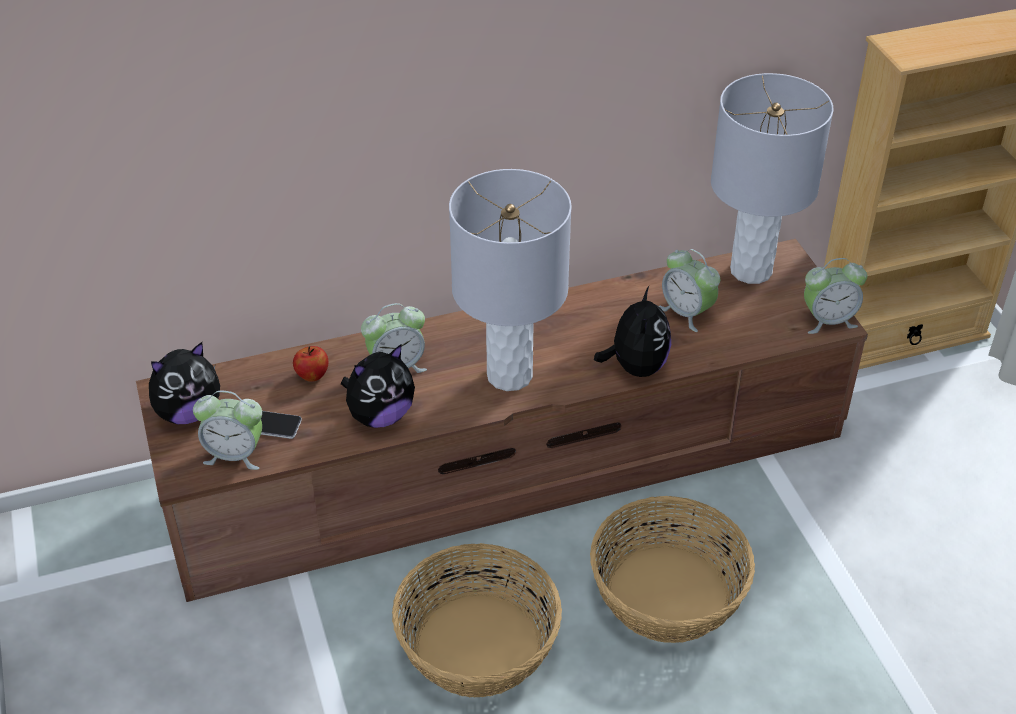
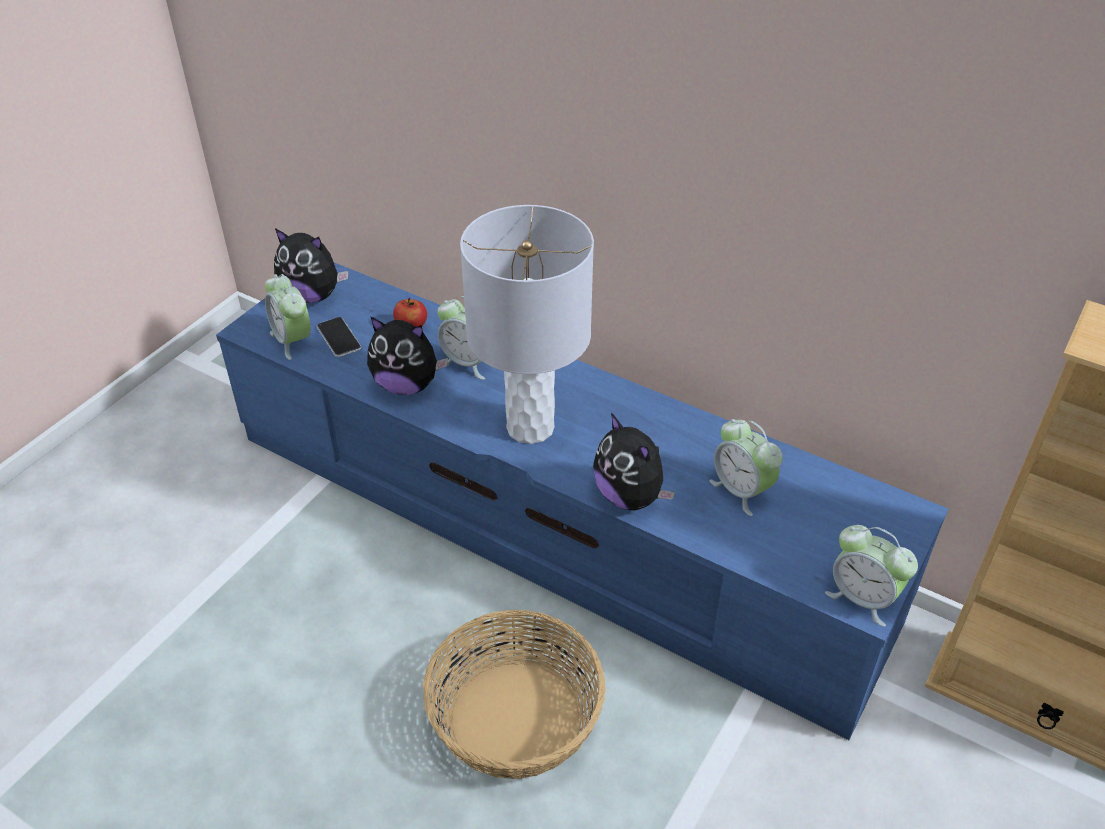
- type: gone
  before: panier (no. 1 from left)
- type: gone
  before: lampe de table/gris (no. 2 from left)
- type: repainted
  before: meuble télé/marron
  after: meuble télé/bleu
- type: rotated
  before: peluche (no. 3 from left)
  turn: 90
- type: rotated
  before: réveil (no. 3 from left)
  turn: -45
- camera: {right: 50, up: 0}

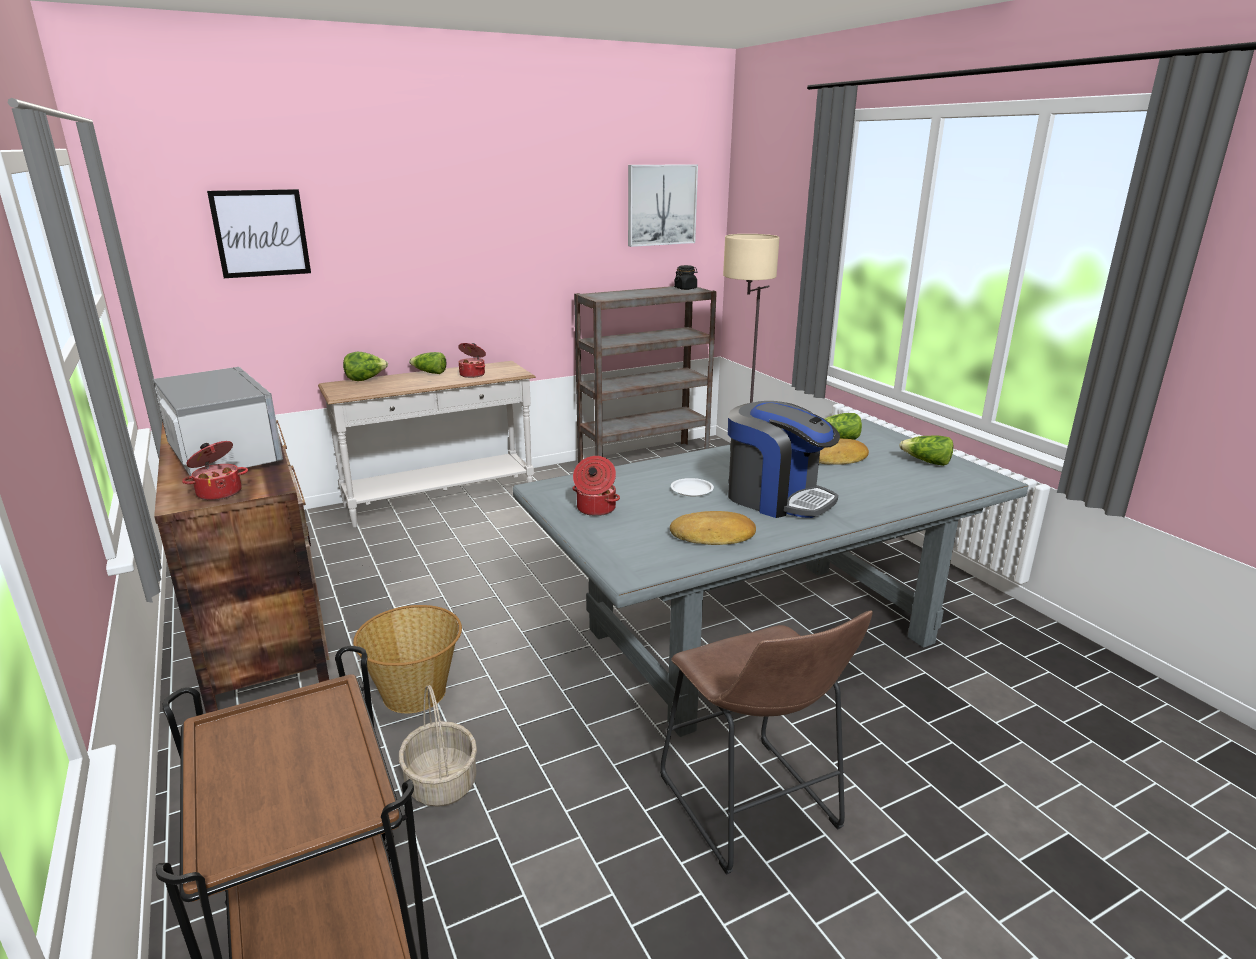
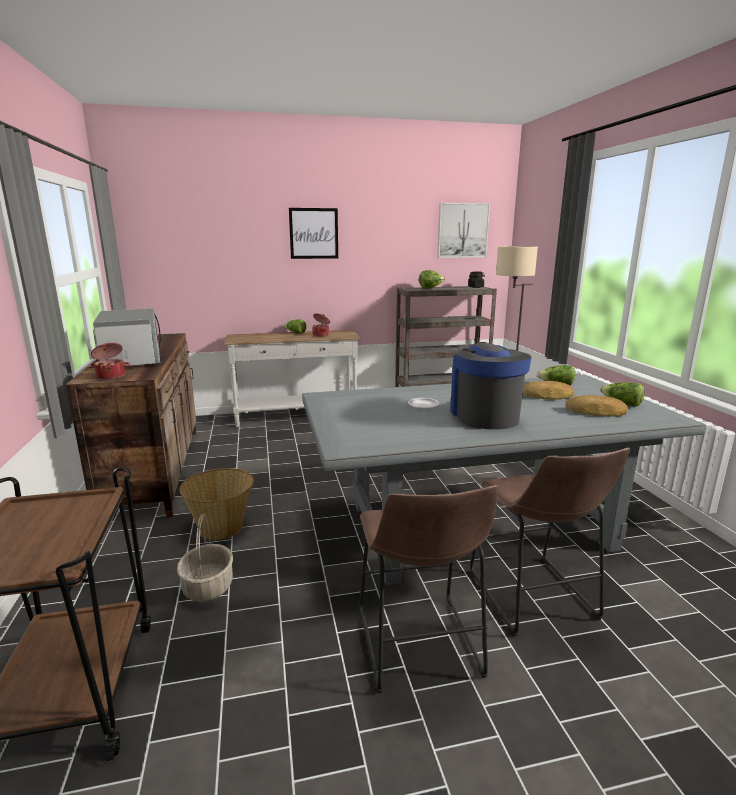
- type: gone
  before: marmite (no. 3 from left)
- type: new
  after: tabouret/marron (no. 2 from left)
- type: shifted
  before: tableau (no. 1 from left)
- type: shifted
  before: laitue (no. 1 from left in the first image)
  after: laitue (no. 2 from left)
- type: shifted
  before: pain (no. 1 from left in the first image)
  after: pain (no. 2 from left)
- type: rotated
  before: machine à café
  turn: -150
- camera: {right: 15, up: -5}

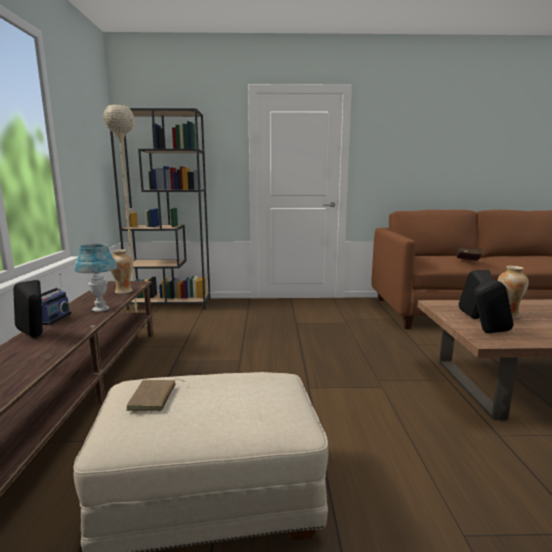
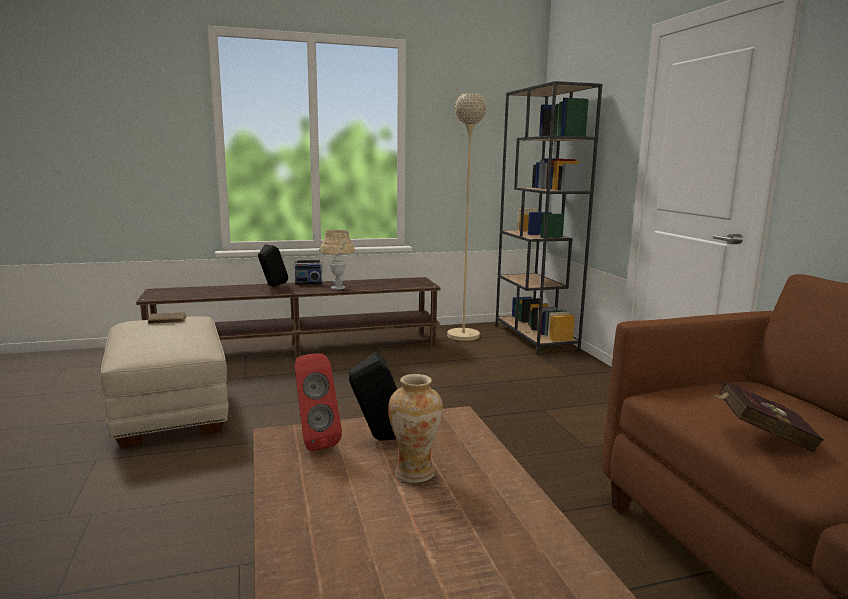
- type: gone
  before: vase (no. 1 from left)
- type: repainted
  before: lampe de table/bleu
  after: lampe de table/beige
- type: repainted
  before: enceinte/noir (no. 3 from left)
  after: enceinte/rouge
- camera: {right: 75, up: 0}

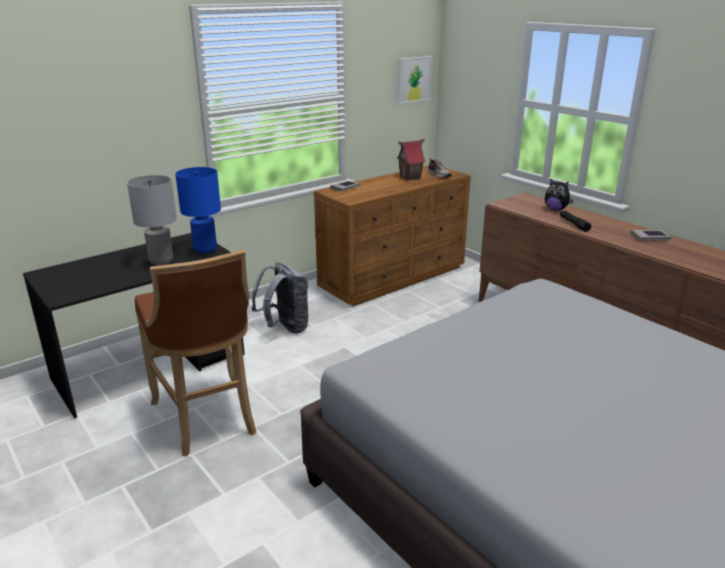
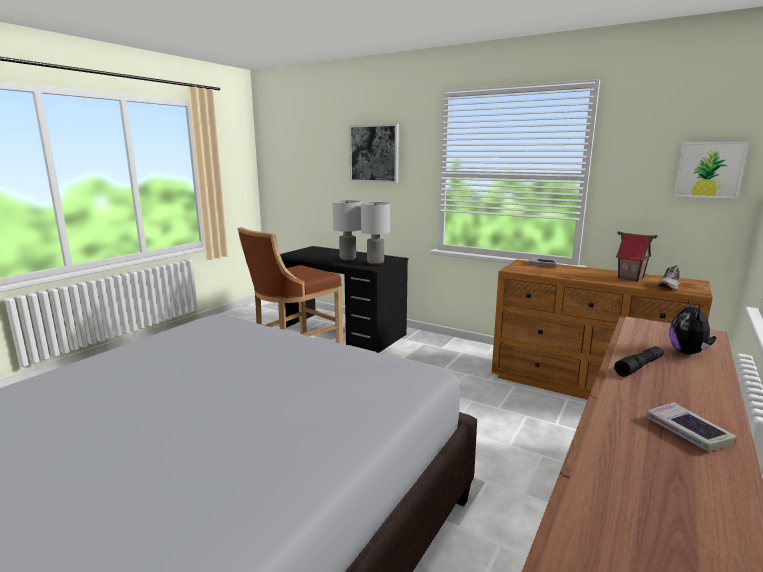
- type: gone
  before: sac à dos/gris
- type: new
  after: tableau (no. 1 from left)
- type: repainted
  before: lampe de table/bleu
  after: lampe de table/gris (no. 2 from left)
- camera: {right: 70, up: -10}

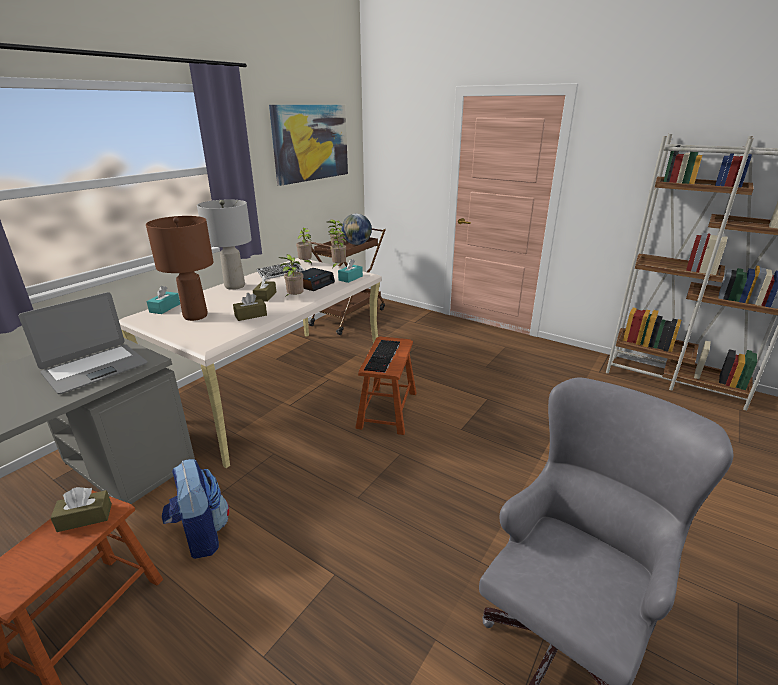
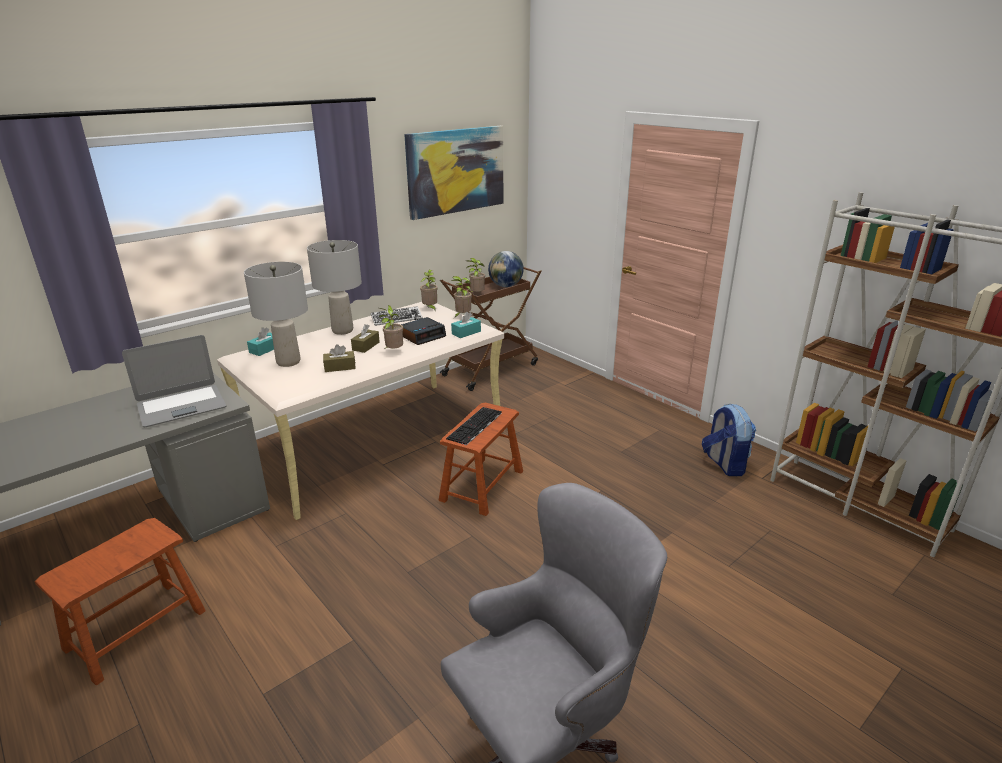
- type: gone
  before: boîte à mouchoirs/marron (no. 1 from left)
- type: shifted
  before: sac à dos
- type: repainted
  before: lampe de table/marron
  after: lampe de table/gris (no. 1 from left)
- camera: {right: 15, up: 0}

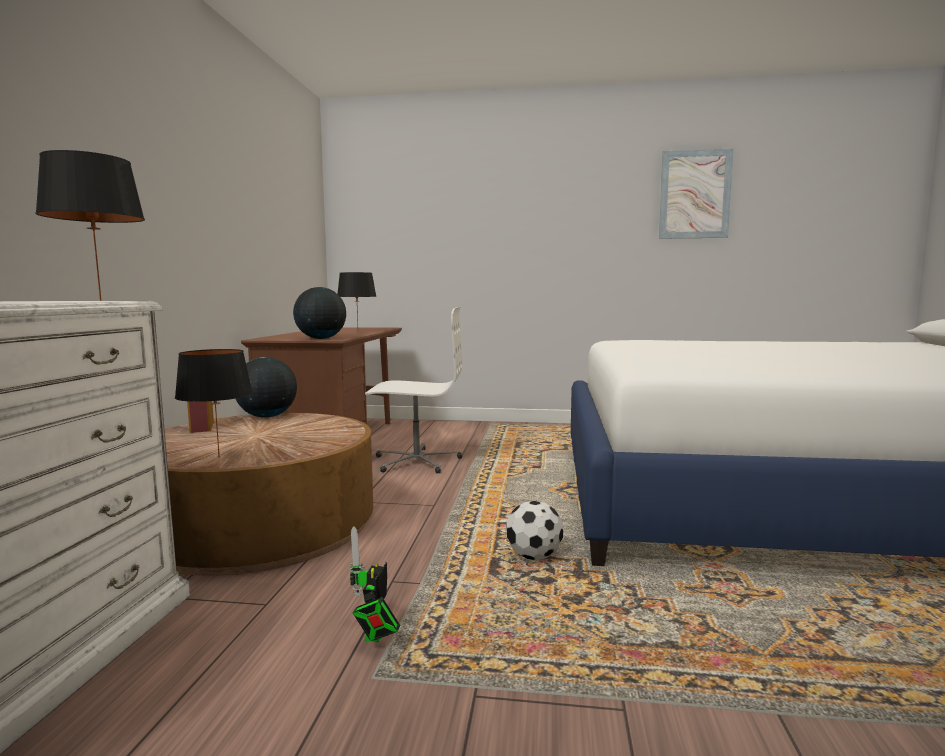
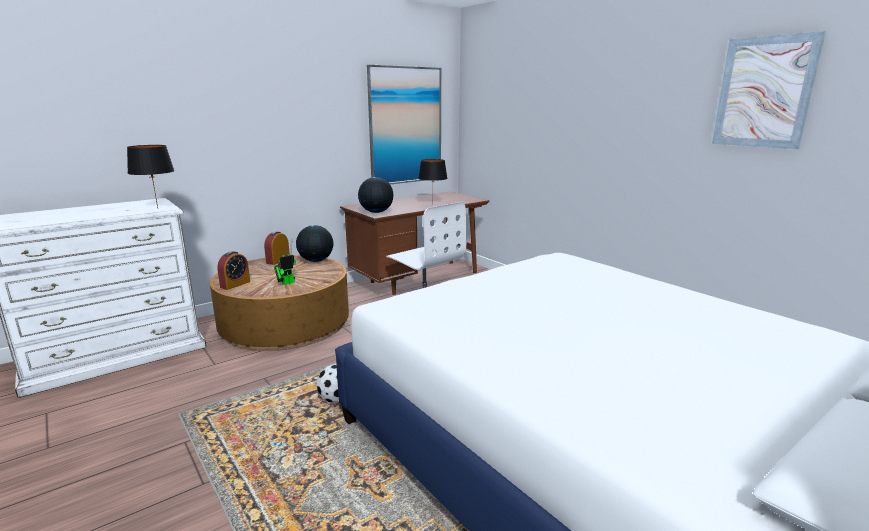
- type: new
  after: tableau (no. 1 from left)
- type: shifted
  before: robot jouet
- type: swapped
  before: lampe de table/noir (no. 2 from left)
  after: réveil (no. 1 from left)
- camera: {right: 45, up: 10}

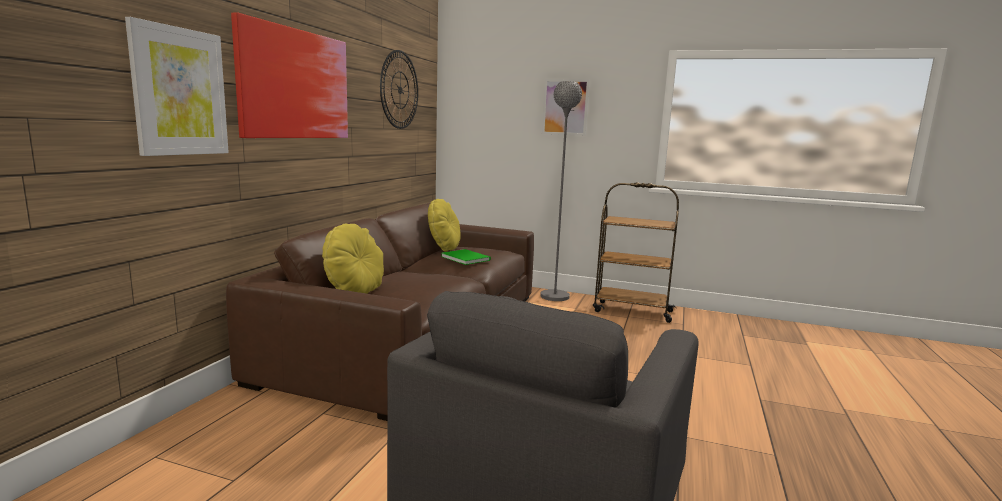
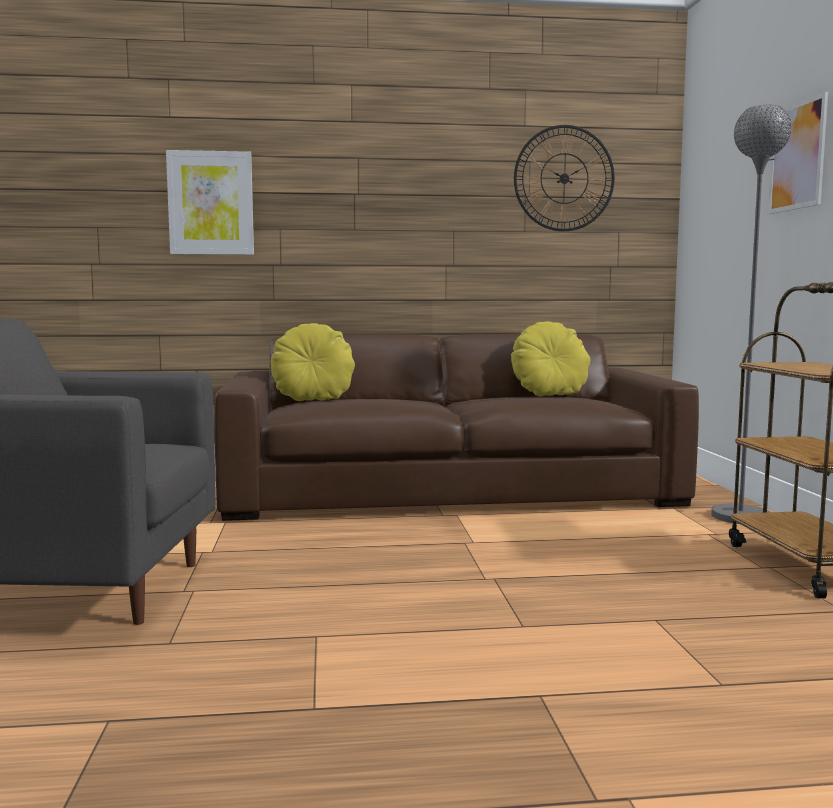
- type: gone
  before: tableau (no. 2 from left)
- type: gone
  before: livre/vert
- camera: {right: 65, up: -5}

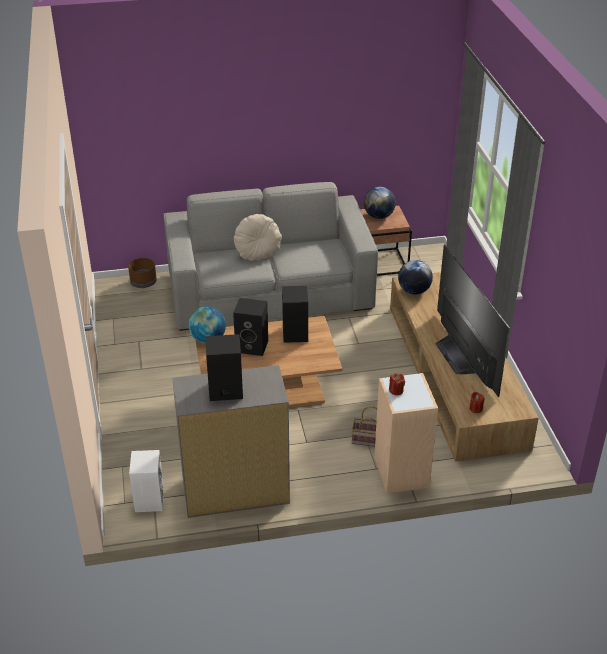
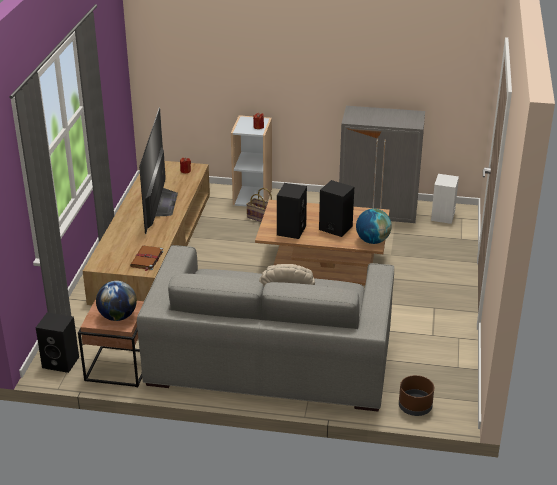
- type: shifted
  before: enceinte/noir (no. 1 from left)
- type: swapped
  before: globe (no. 3 from left)
  after: livre/marron
- camera: {right: -160, up: -5}

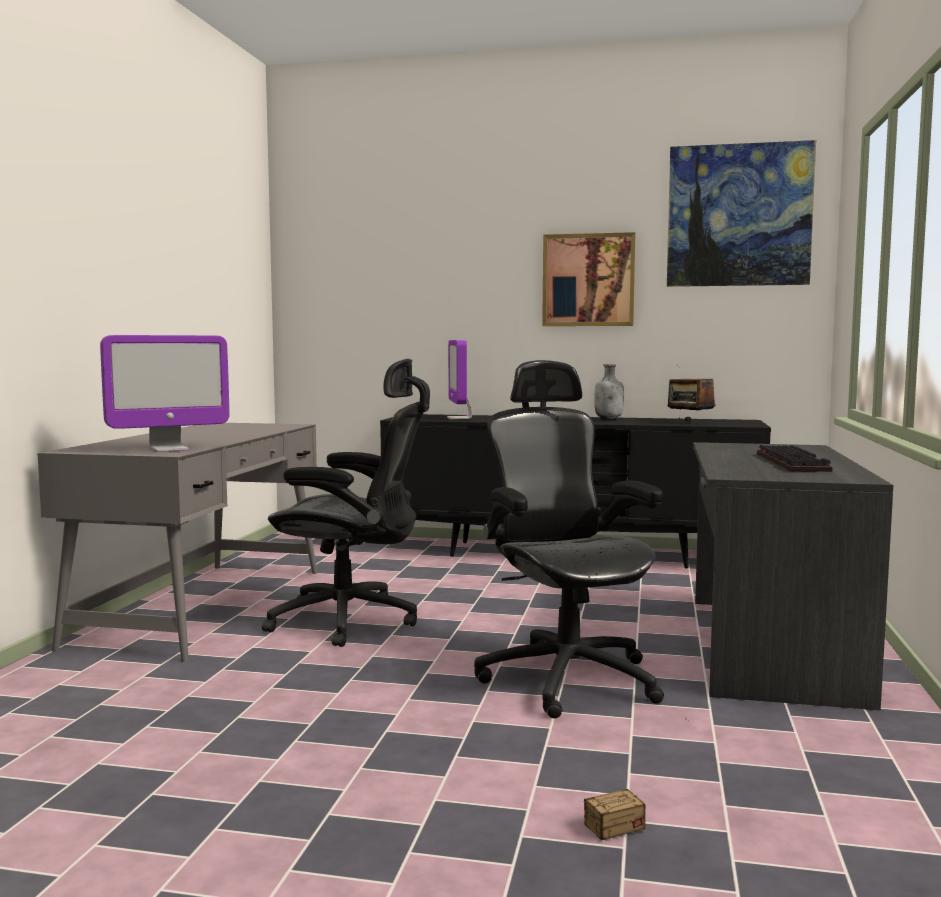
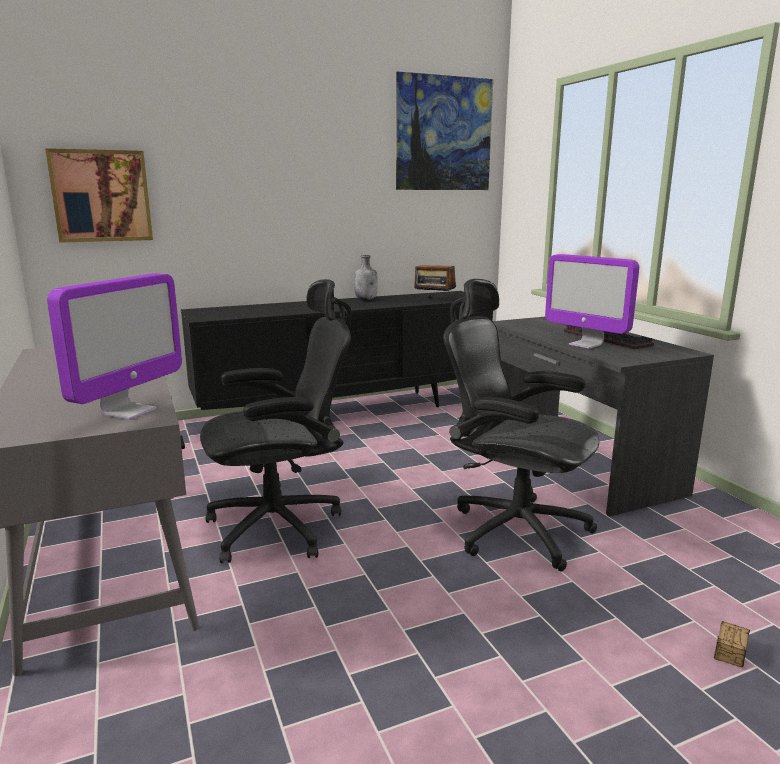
- type: shifted
  before: écran d'ordinateur (no. 2 from left)
- type: shifted
  before: tableau (no. 1 from left)
- camera: {right: -35, up: 10}

